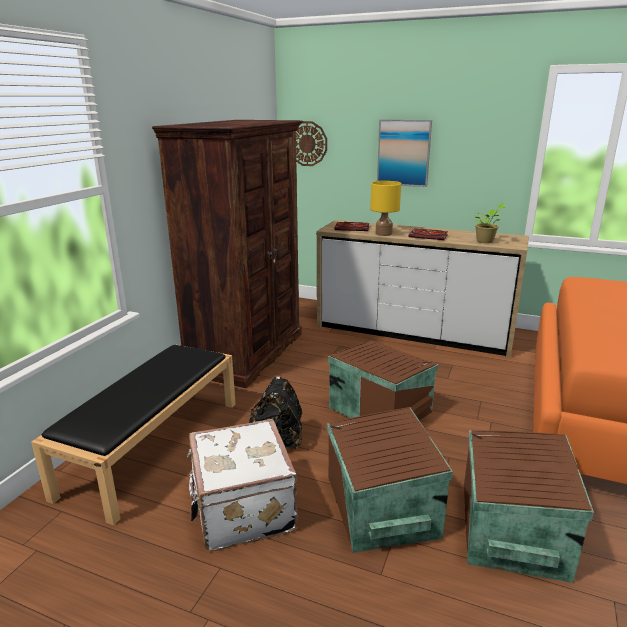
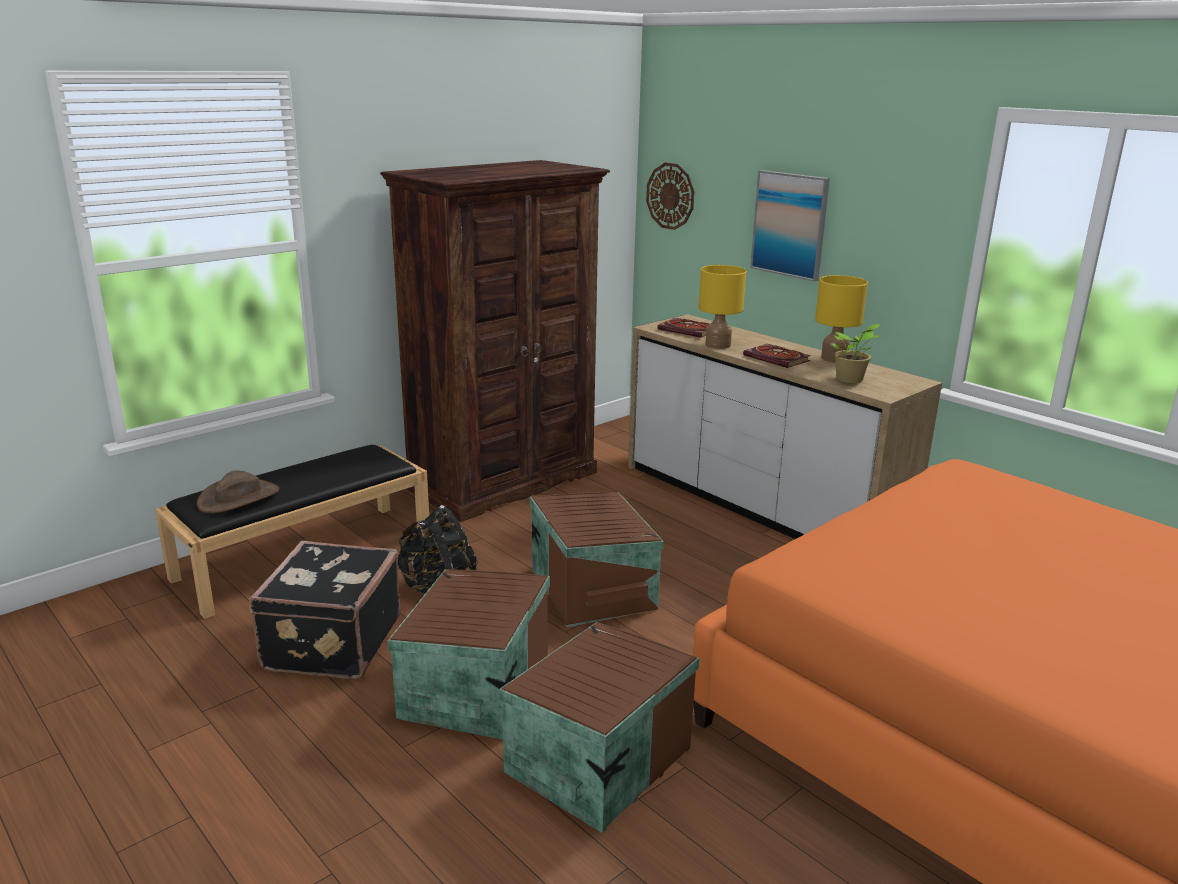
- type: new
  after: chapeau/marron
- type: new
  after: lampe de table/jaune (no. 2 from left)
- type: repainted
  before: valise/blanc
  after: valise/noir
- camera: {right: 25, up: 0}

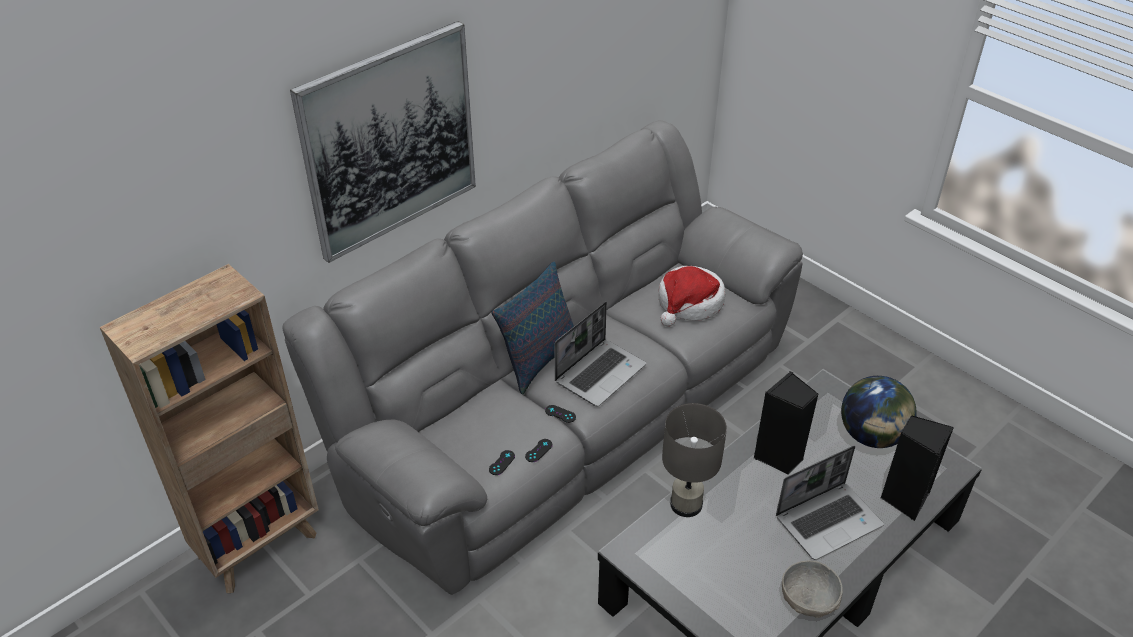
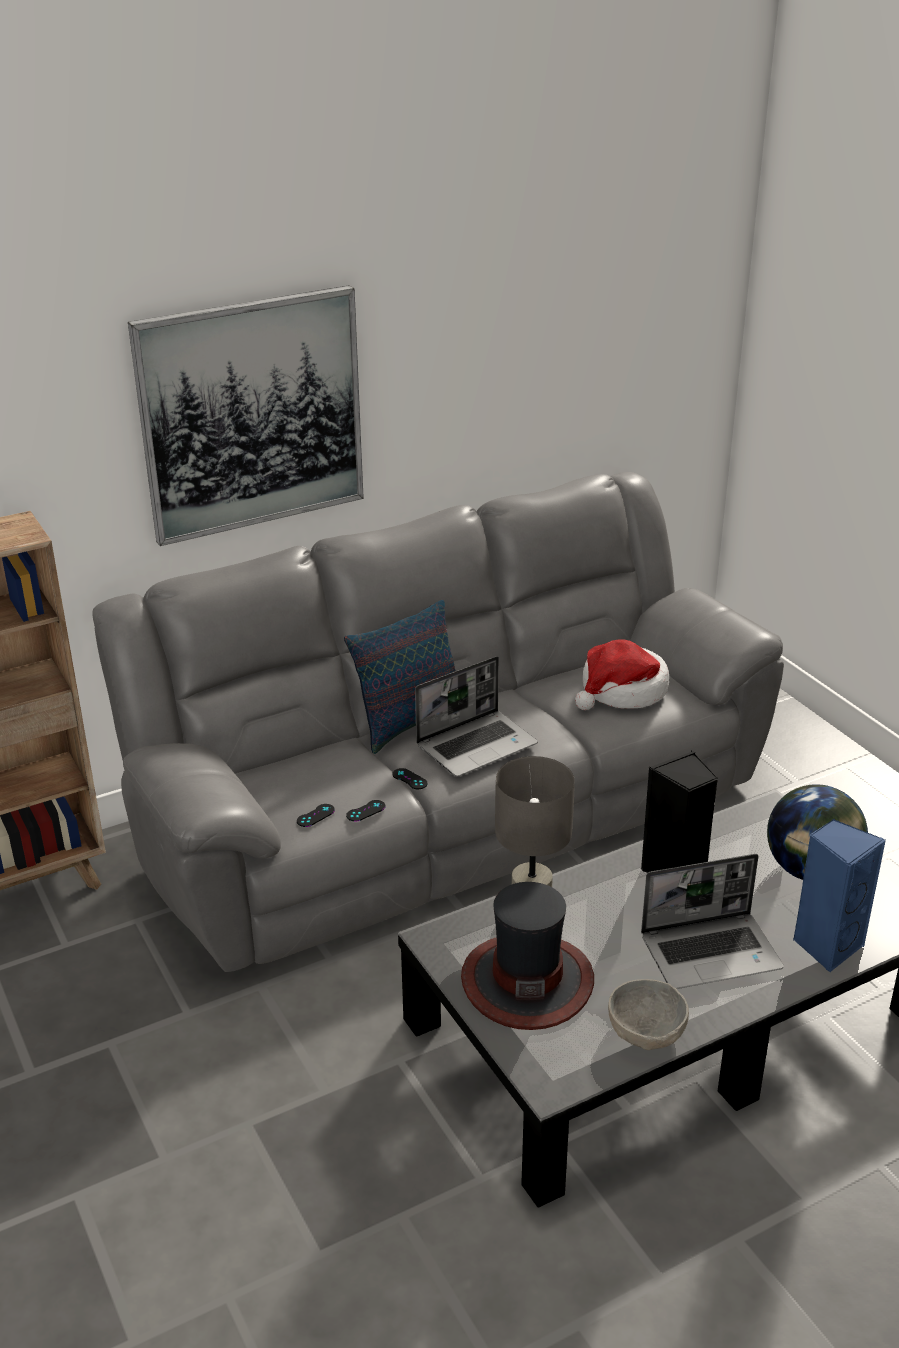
- type: new
  after: chapeau (no. 1 from left)
- type: repainted
  before: enceinte/noir (no. 2 from left)
  after: enceinte/bleu
- camera: {right: 15, up: -10}

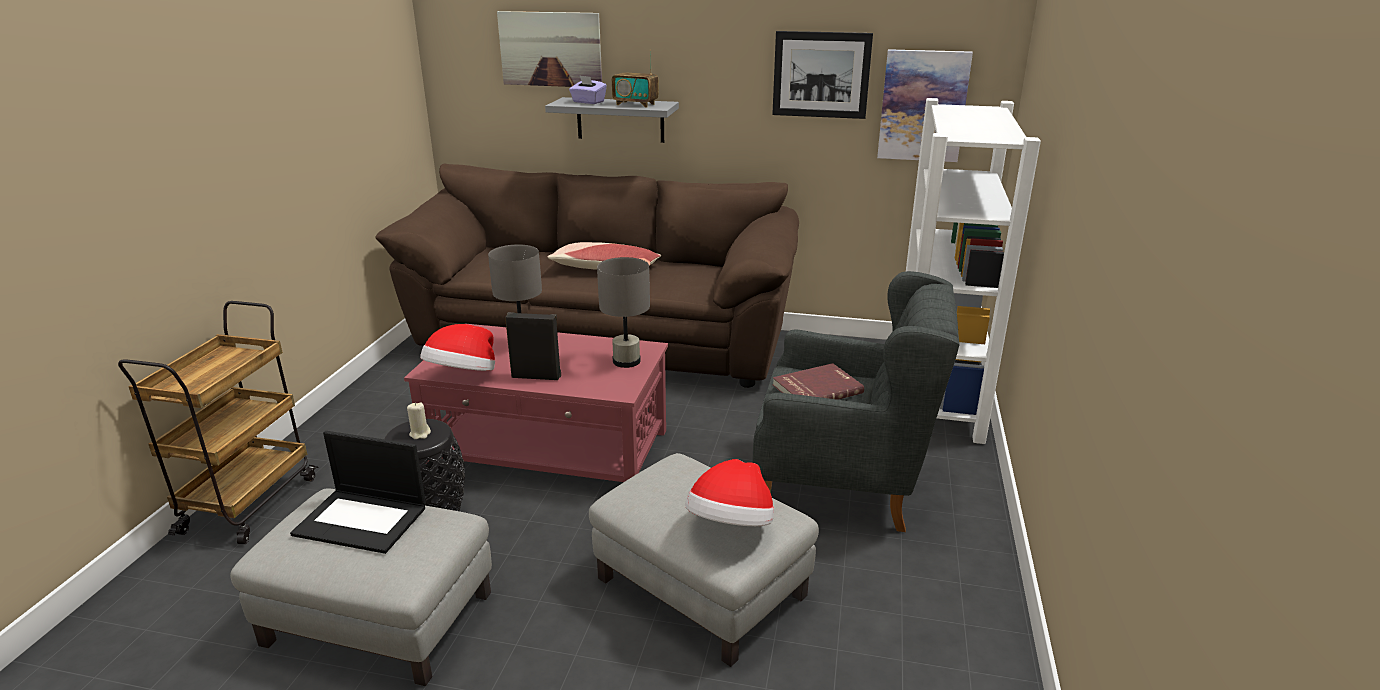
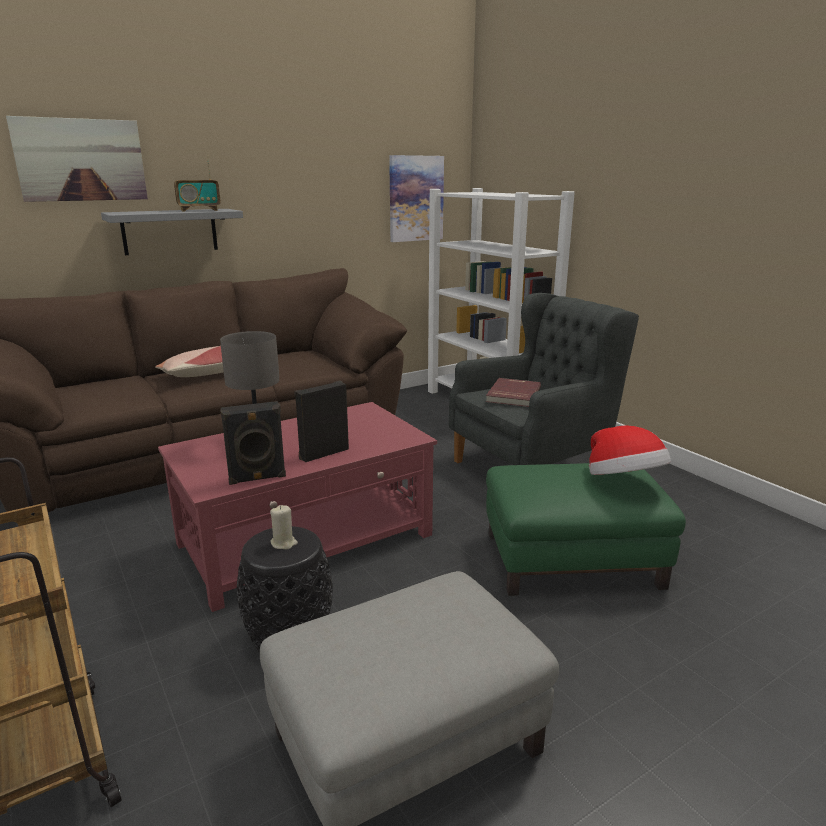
- type: gone
  before: ordinateur portable
- type: gone
  before: boîte à mouchoirs/violet
- type: gone
  before: lampe de table/gris (no. 2 from left)
- type: gone
  before: tableau (no. 2 from left)
- type: swapped
  before: chapeau (no. 1 from left)
  after: enceinte/noir (no. 1 from left)
- type: repainted
  before: pouf/gris (no. 2 from left)
  after: pouf/vert
- camera: {right: -45, up: -5}

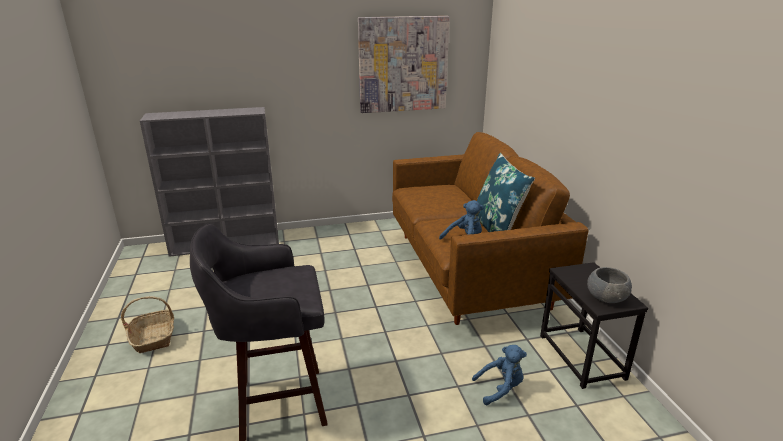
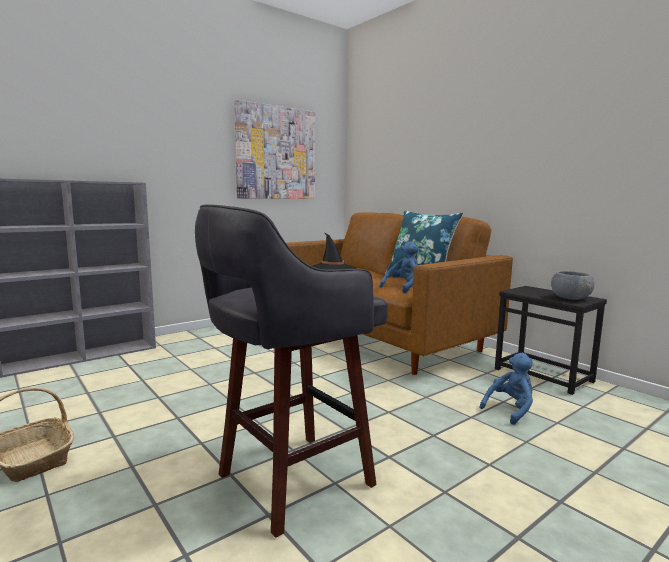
- type: new
  after: chapeau/noir
- camera: {right: -25, up: -15}

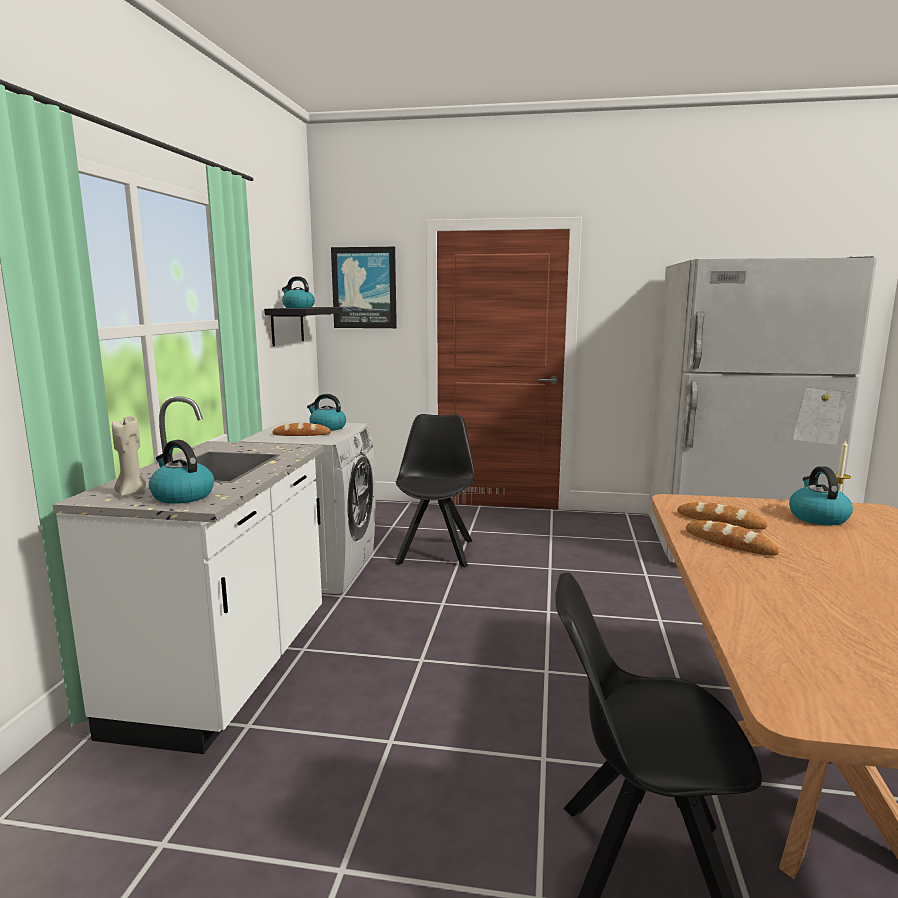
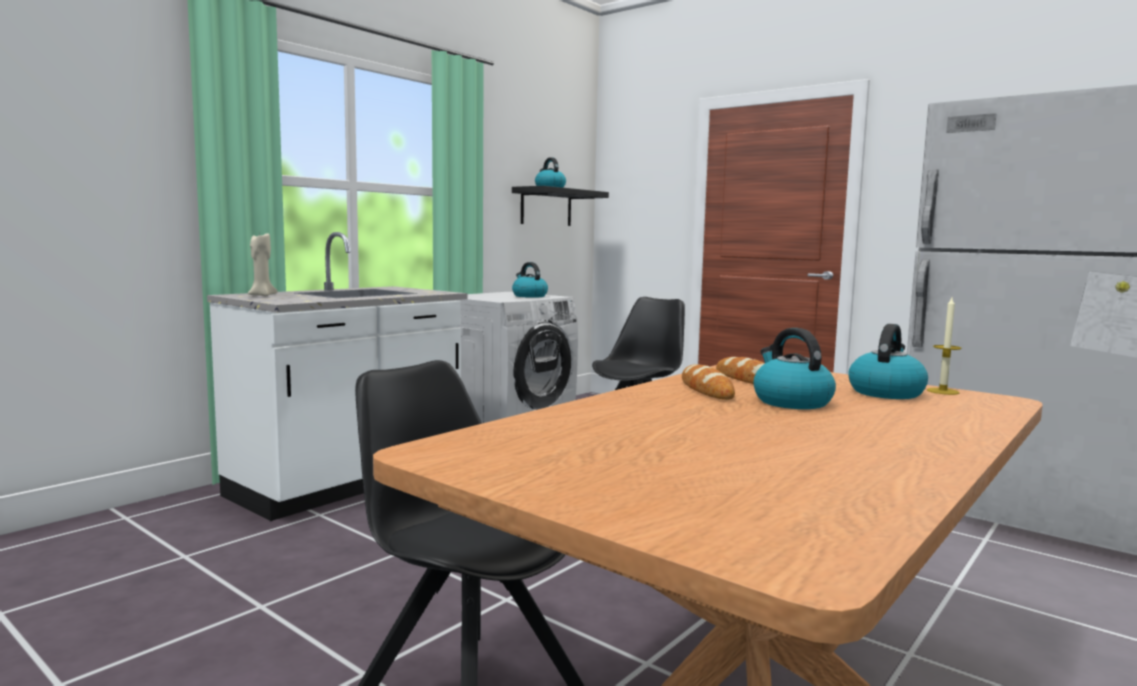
- type: gone
  before: pain (no. 1 from left)
- type: gone
  before: tableau
- type: shifted
  before: bouilloire (no. 1 from left in the first image)
  after: bouilloire (no. 3 from left)
- camera: {right: 30, up: -5}

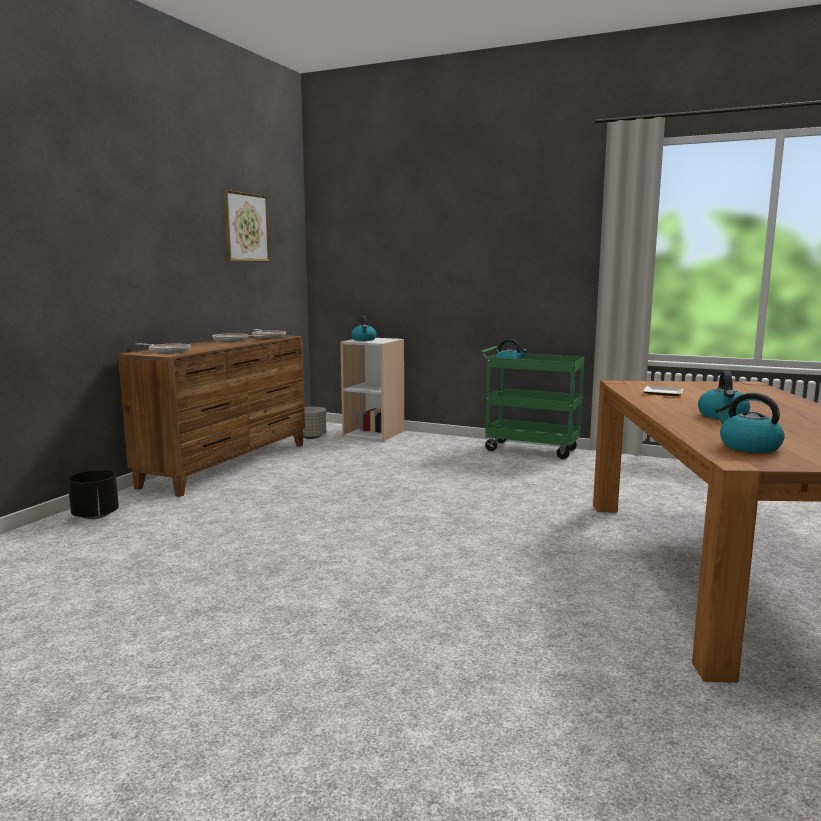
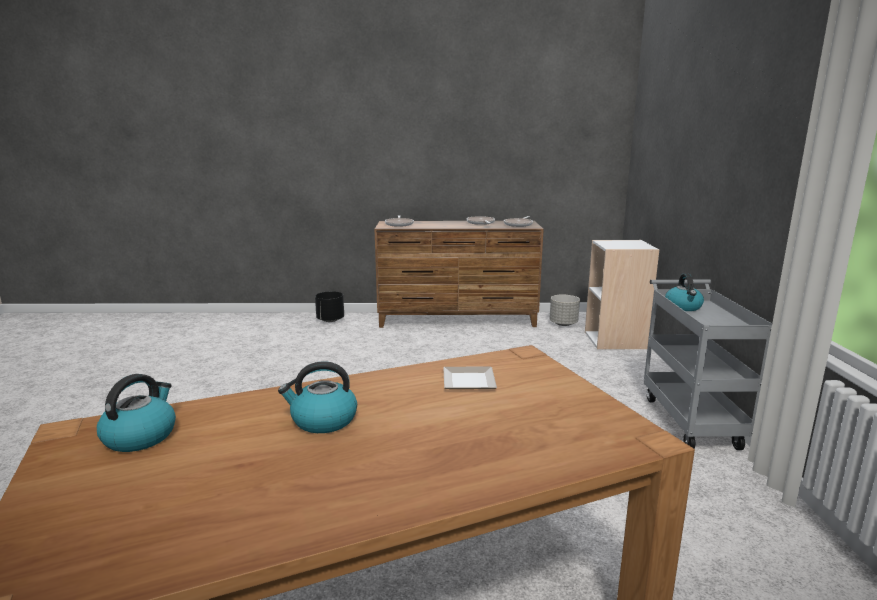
- type: gone
  before: tableau
- type: gone
  before: bouilloire (no. 1 from left)
- type: repainted
  before: chariot/vert
  after: chariot/gris
- camera: {right: 65, up: 5}

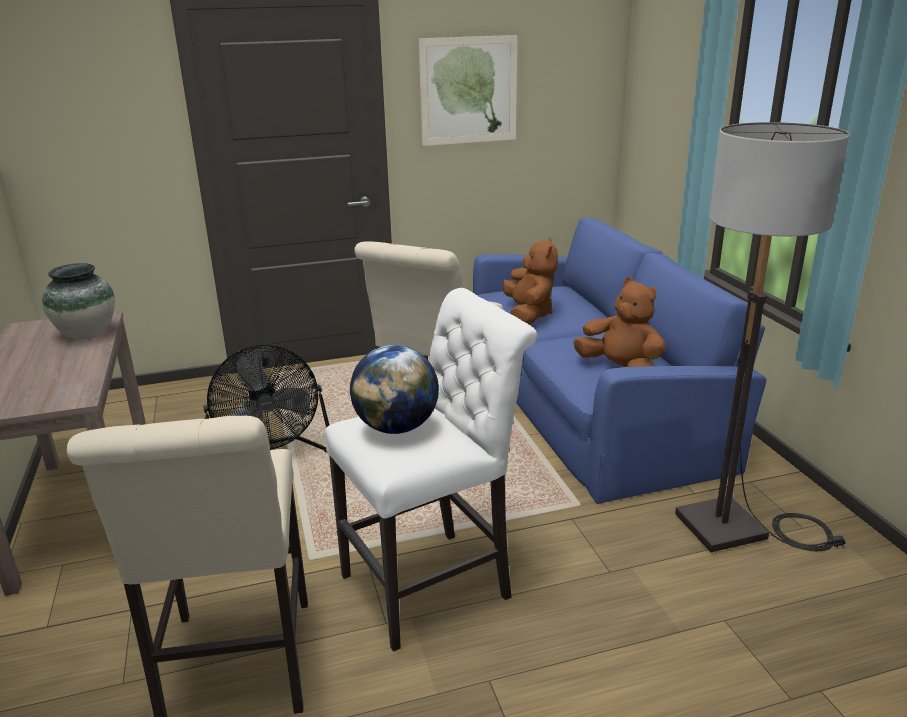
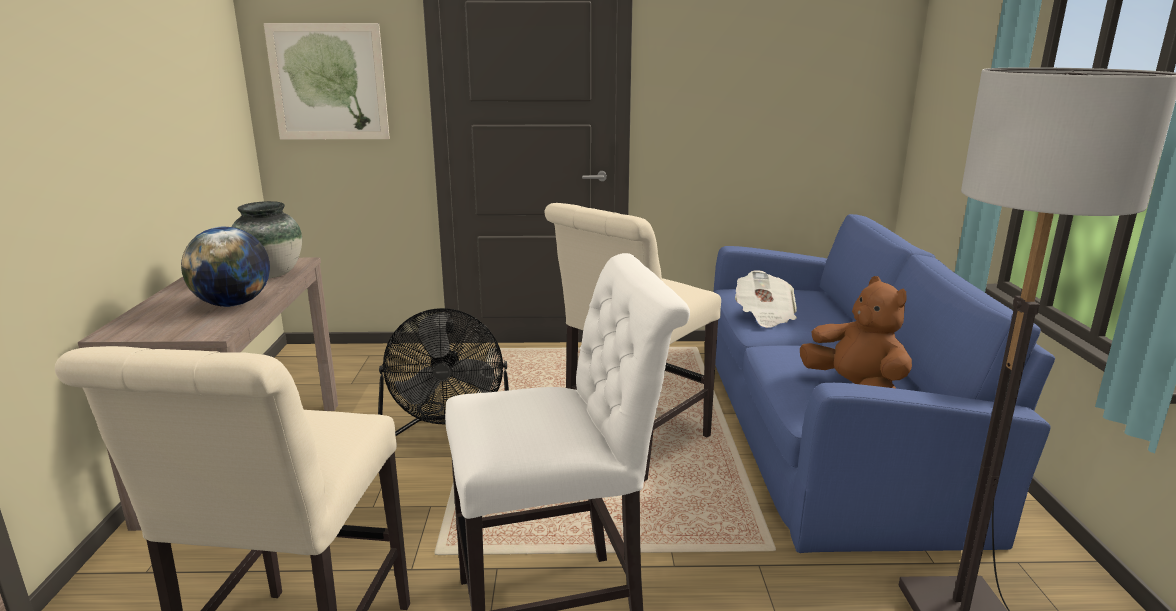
- type: shifted
  before: globe
- type: shifted
  before: tableau
- type: swapped
  before: peluche/marron (no. 1 from left)
  after: journal
- camera: {right: 15, up: -5}

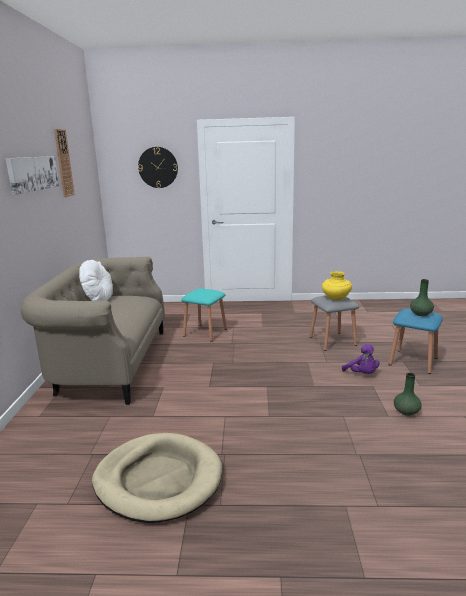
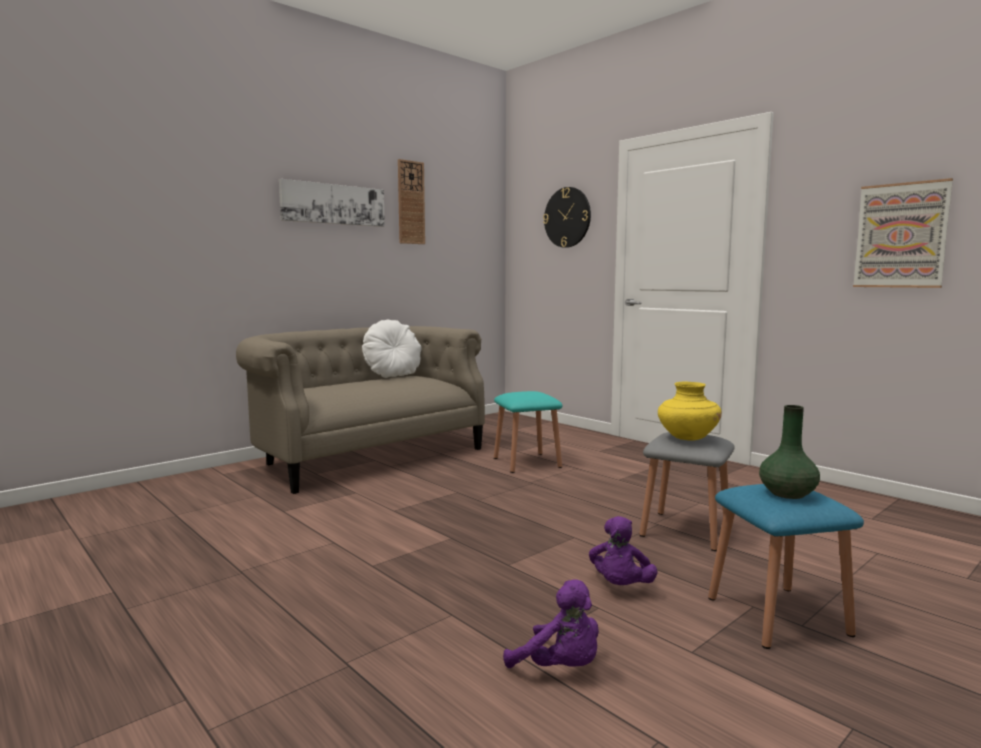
- type: gone
  before: panier pour chien/beige
- type: new
  after: tableau (no. 2 from left)
- type: swapped
  before: vase/vert (no. 1 from left)
  after: peluche/violet (no. 1 from left)
- camera: {right: 45, up: -10}

